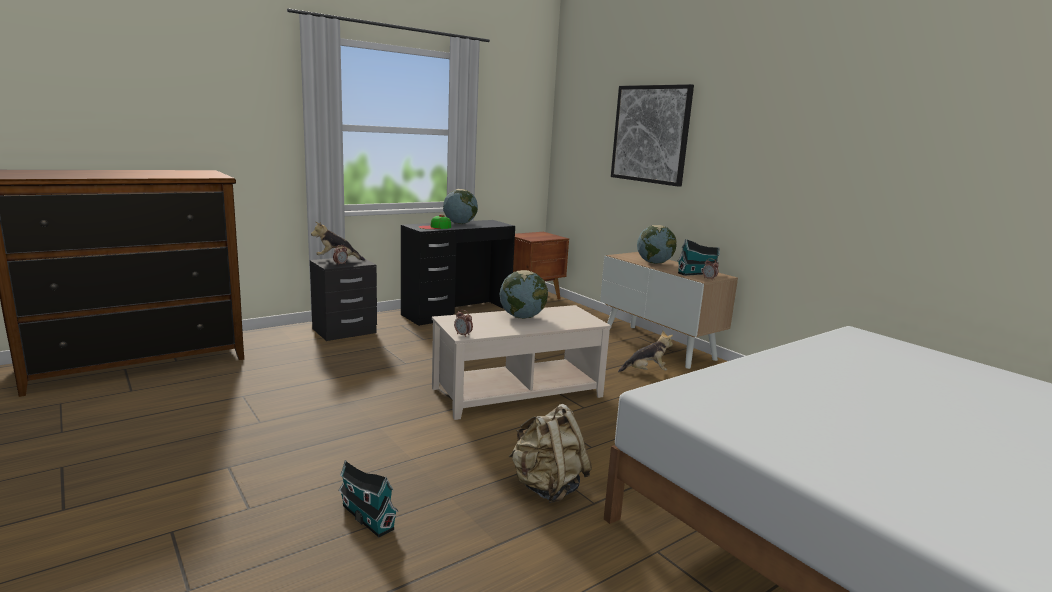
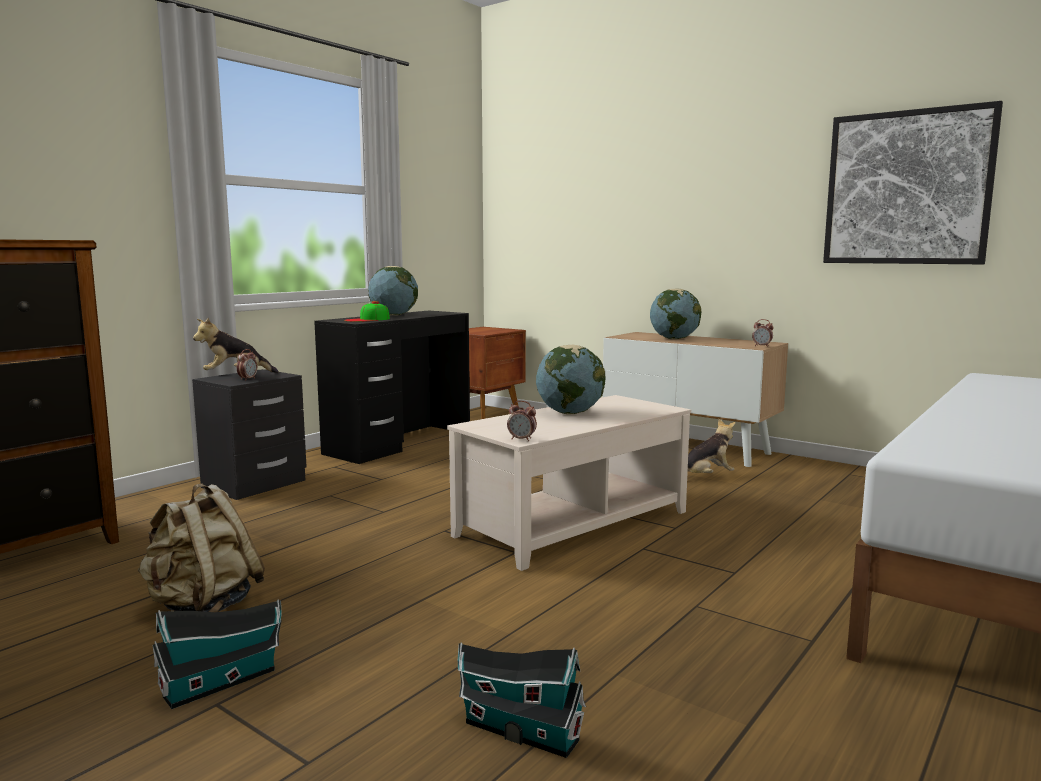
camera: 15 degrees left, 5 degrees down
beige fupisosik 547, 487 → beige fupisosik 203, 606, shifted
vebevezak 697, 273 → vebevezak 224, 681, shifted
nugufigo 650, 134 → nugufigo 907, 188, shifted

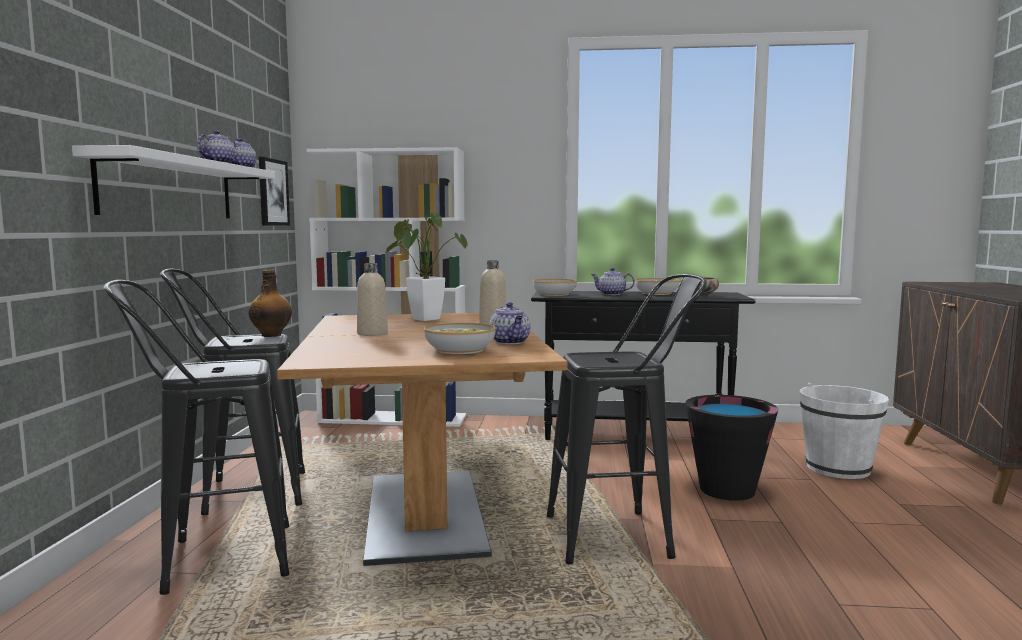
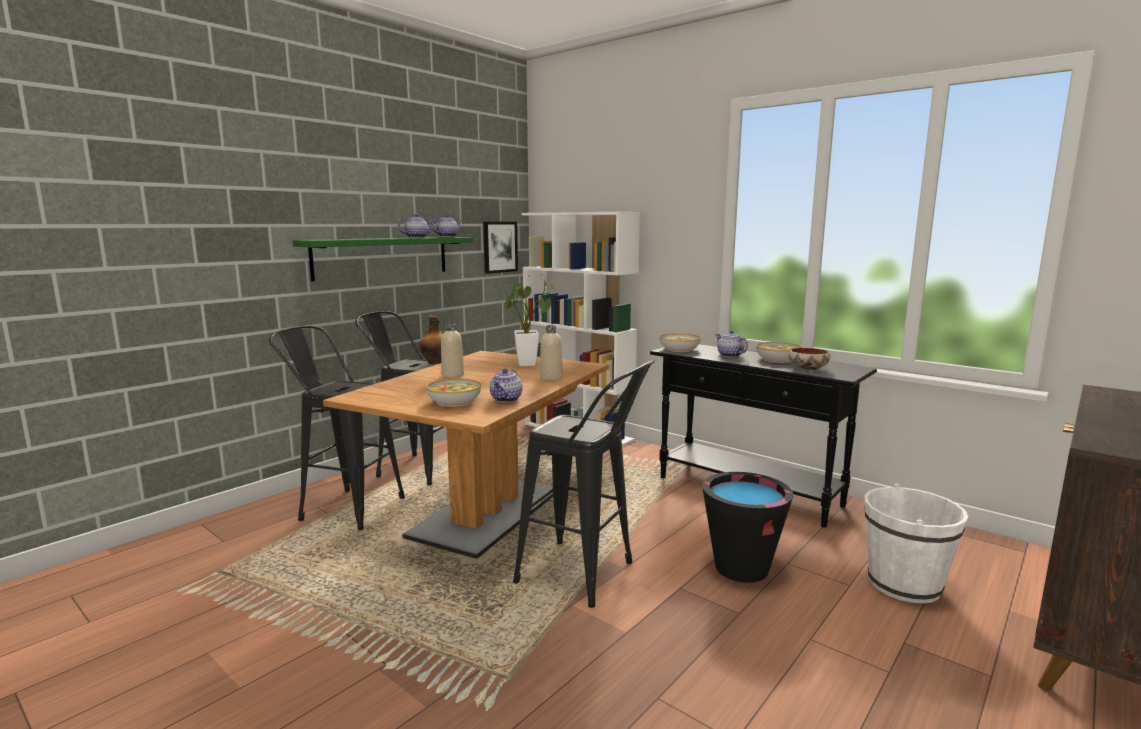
camera: 35 degrees right, 5 degrees up
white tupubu 170, 189 → green tupubu 382, 257

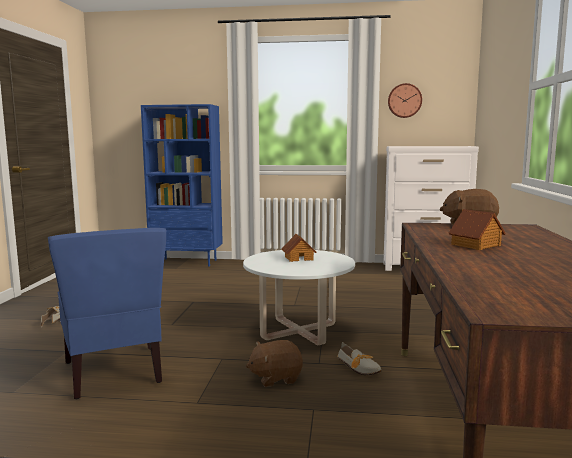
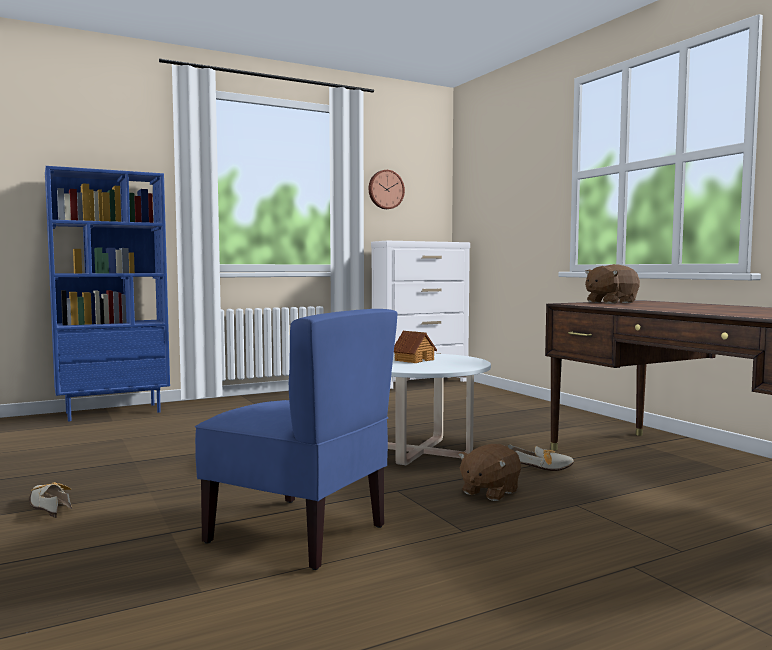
camera: 35 degrees left, 5 degrees down
vebevezak 476, 245 → -

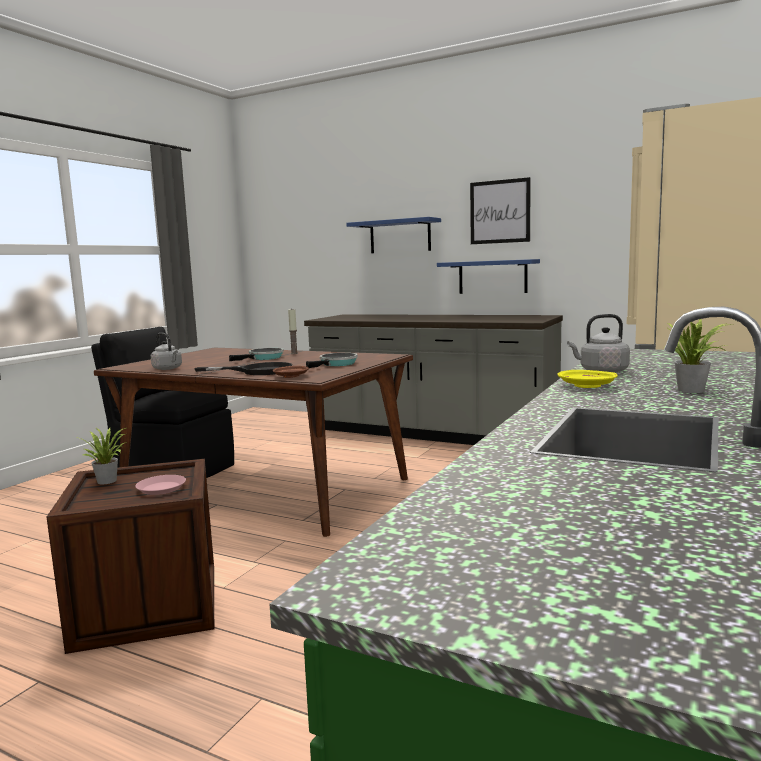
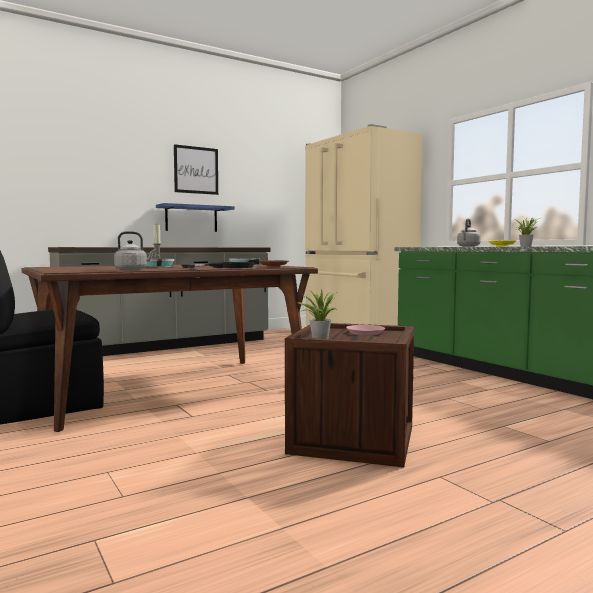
camera: 60 degrees left, 5 degrees down
blue tupubu 400, 236 → -

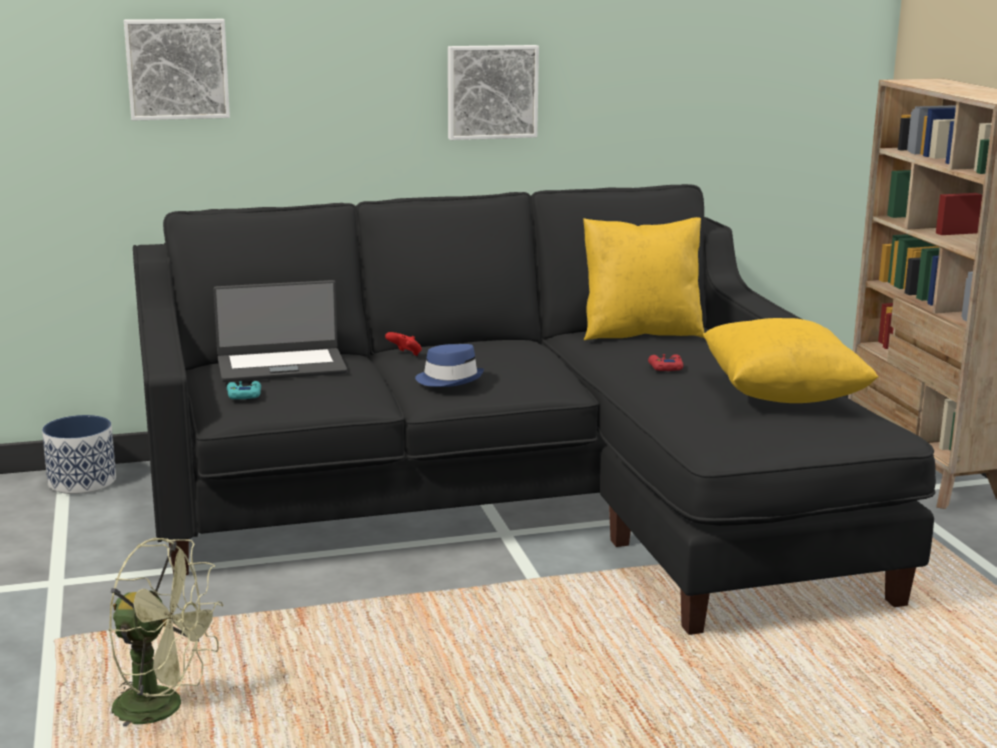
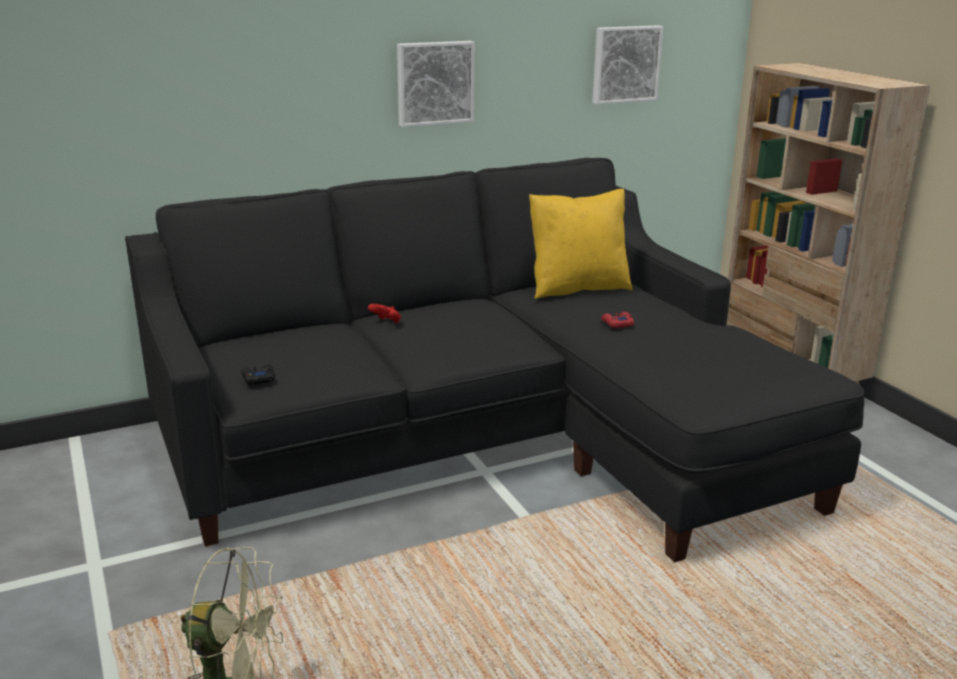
camera: 10 degrees left, 5 degrees up
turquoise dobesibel 244, 395 → black dobesibel 258, 379
nugufigo 177, 68 → nugufigo 625, 64, shifted
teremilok 82, 482 → -
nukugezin 281, 365 → -
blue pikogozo 449, 379 → -
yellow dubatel 782, 396 → -

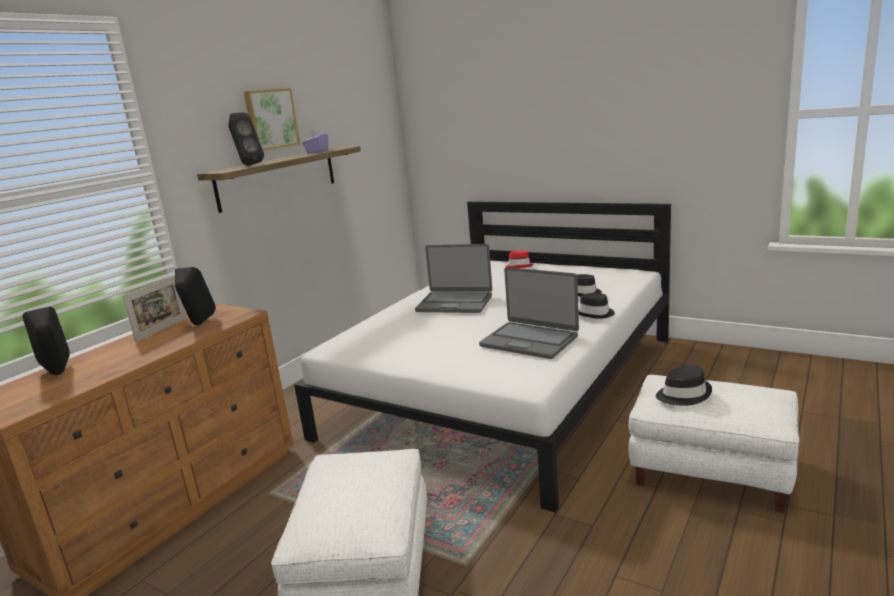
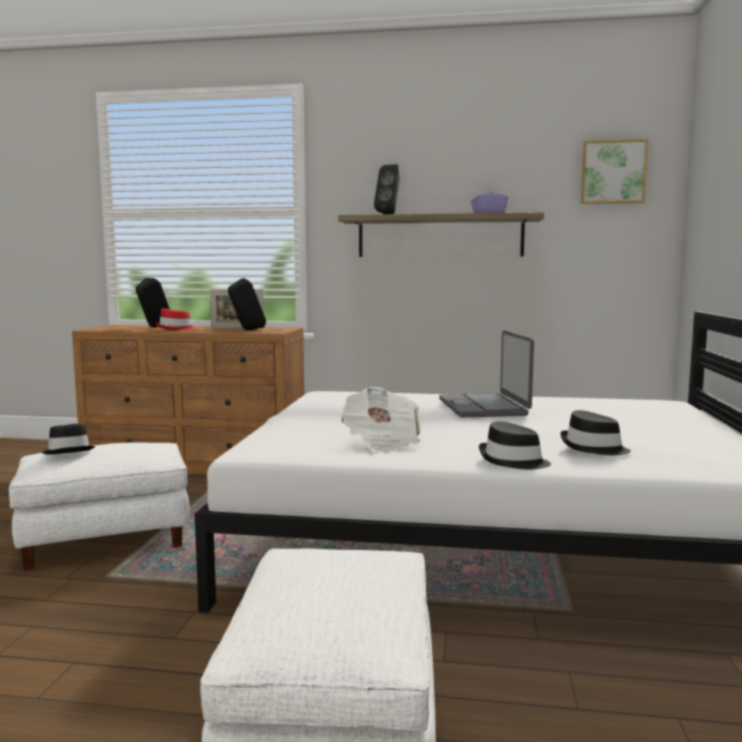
camera: 65 degrees right, 10 degrees down
black pikogozo 683, 394 → black pikogozo 69, 451, shifted
red pikogozo 519, 266 → red pikogozo 176, 329, shifted
nukugezin 529, 341 → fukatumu 381, 442
nugufigo 270, 119 → nugufigo 613, 172, shifted

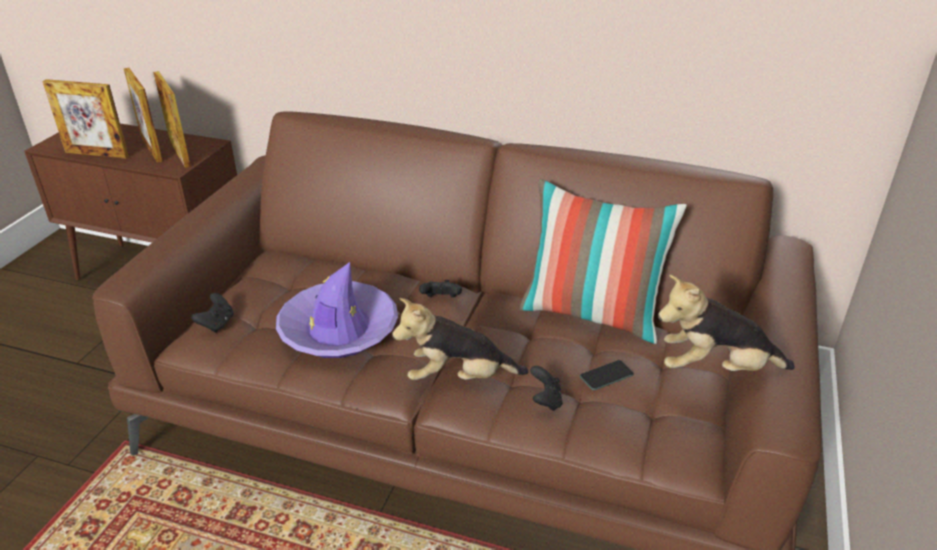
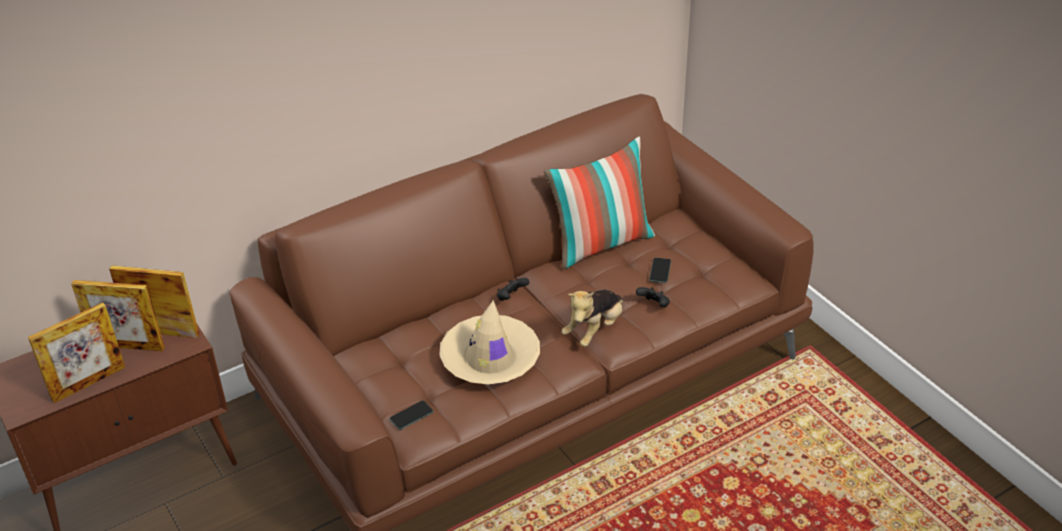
camera: 50 degrees left, 5 degrees up
black dobesibel 217, 324 → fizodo 411, 415
purple pikogozo 338, 330 → beige pikogozo 490, 359
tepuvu 715, 369 → -

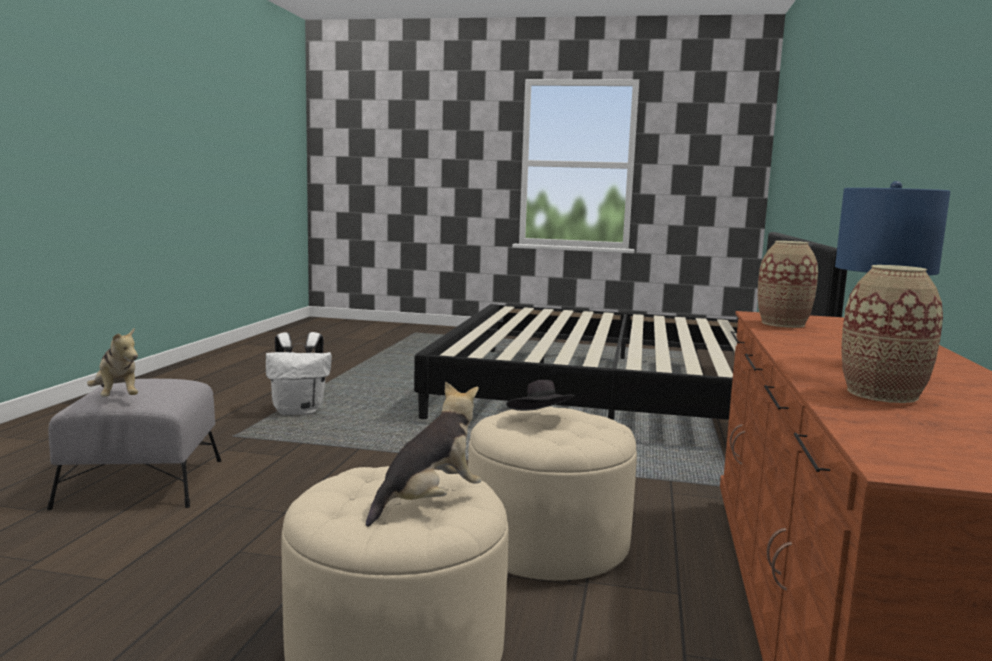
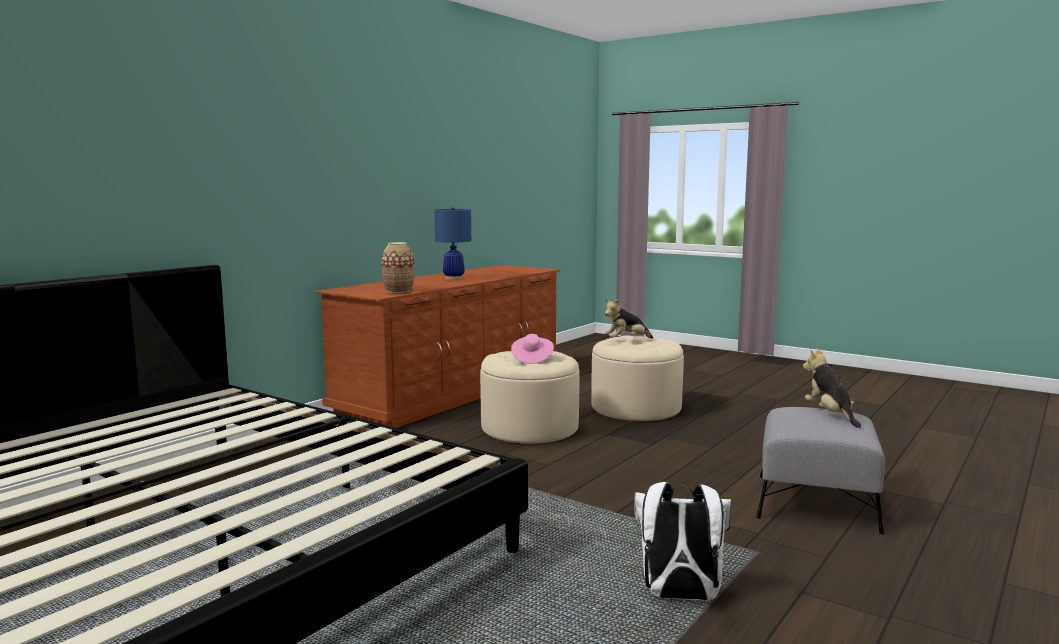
camera: 155 degrees left, 0 degrees up
black pikogozo 541, 418 → pink pikogozo 532, 359
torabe 882, 394 → -

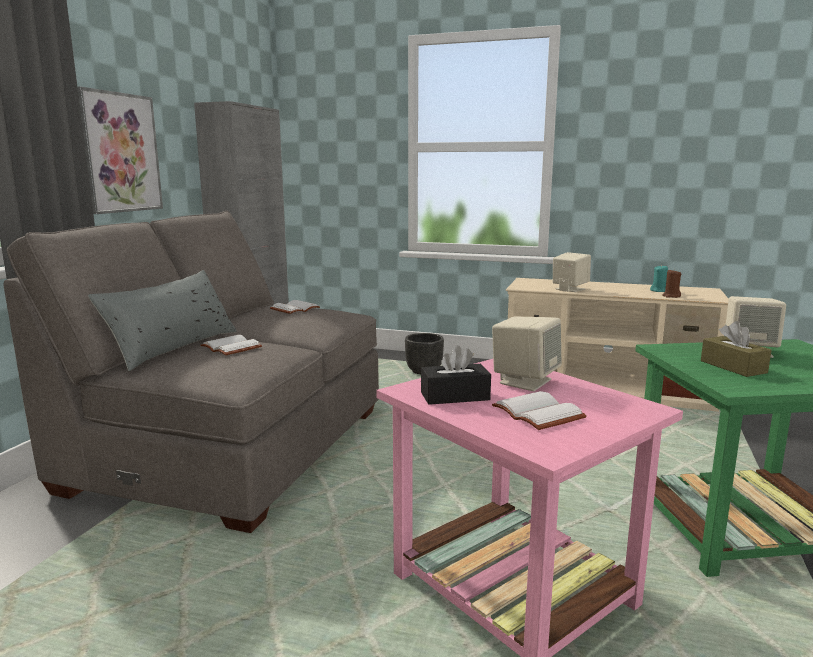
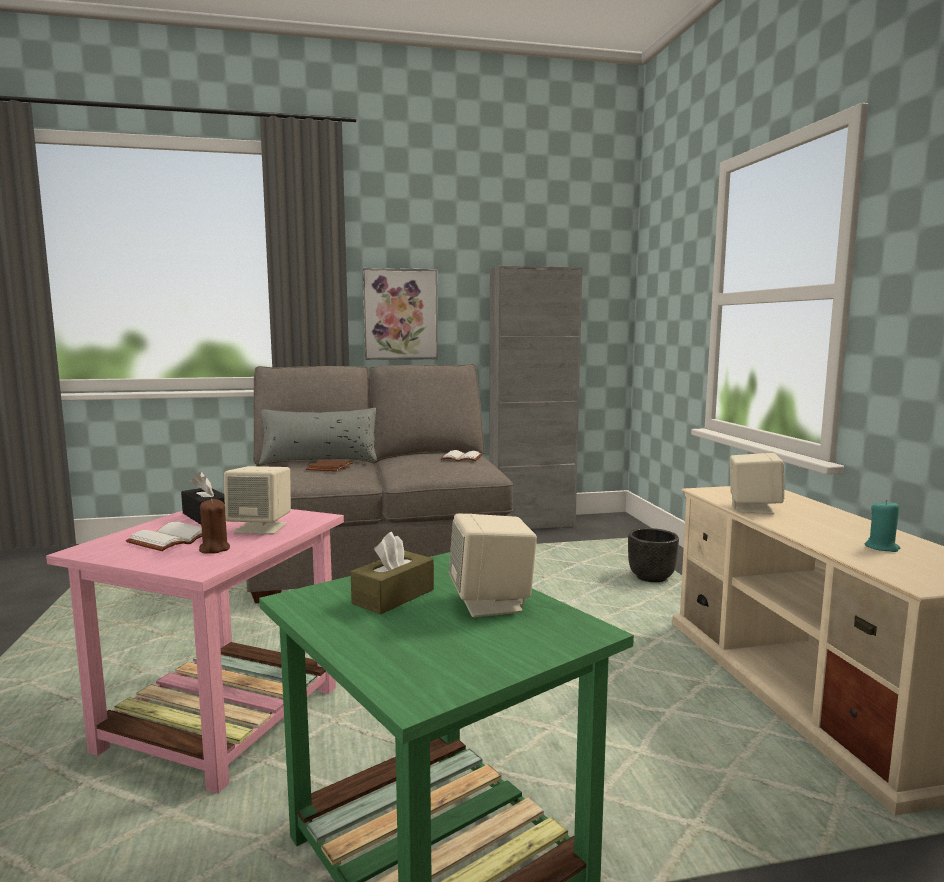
camera: 60 degrees right, 5 degrees down
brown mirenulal 671, 296 → brown mirenulal 214, 549, shifted
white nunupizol 229, 348 → brown nunupizol 329, 467

